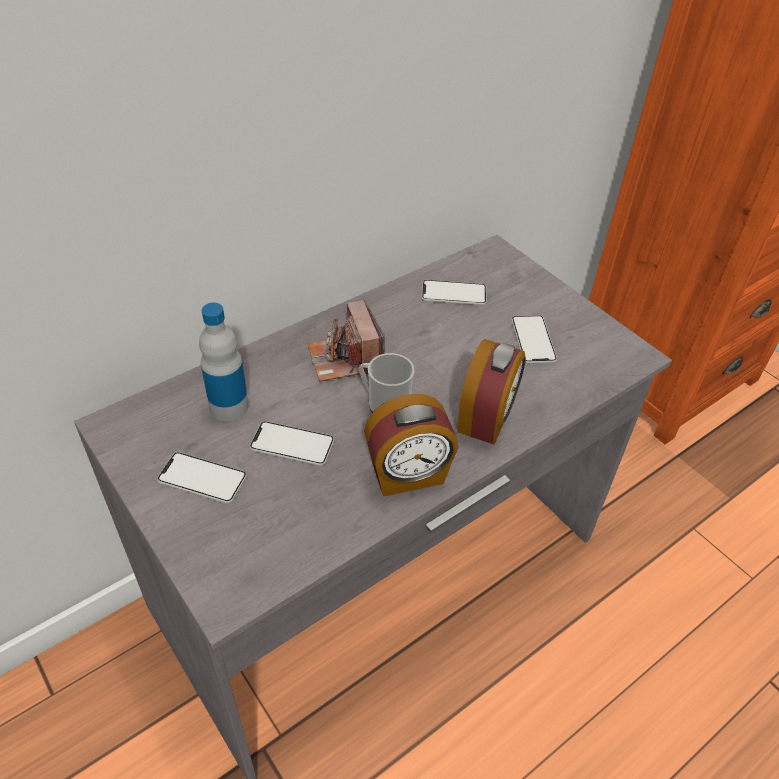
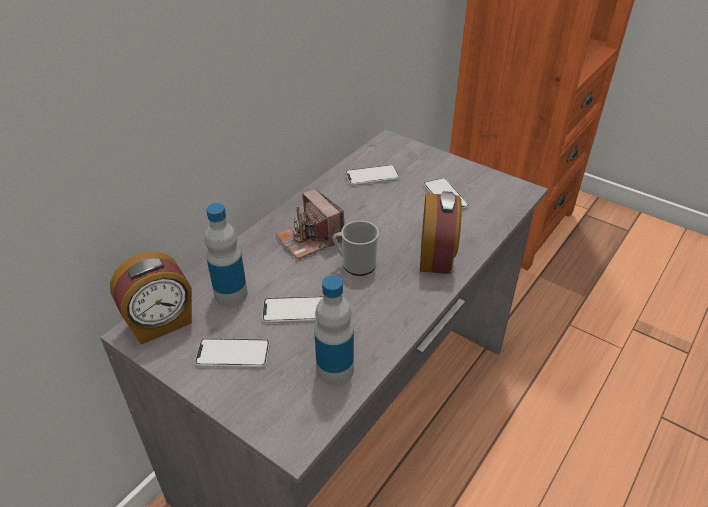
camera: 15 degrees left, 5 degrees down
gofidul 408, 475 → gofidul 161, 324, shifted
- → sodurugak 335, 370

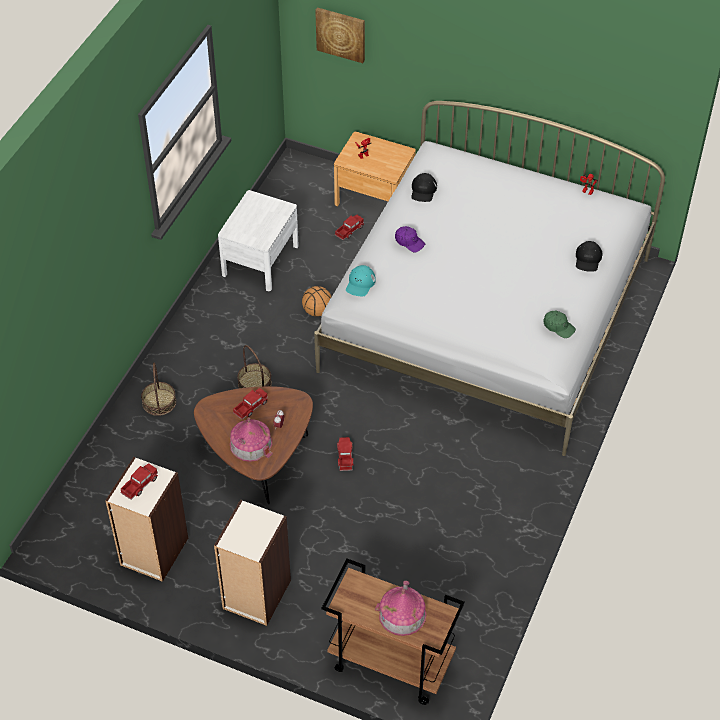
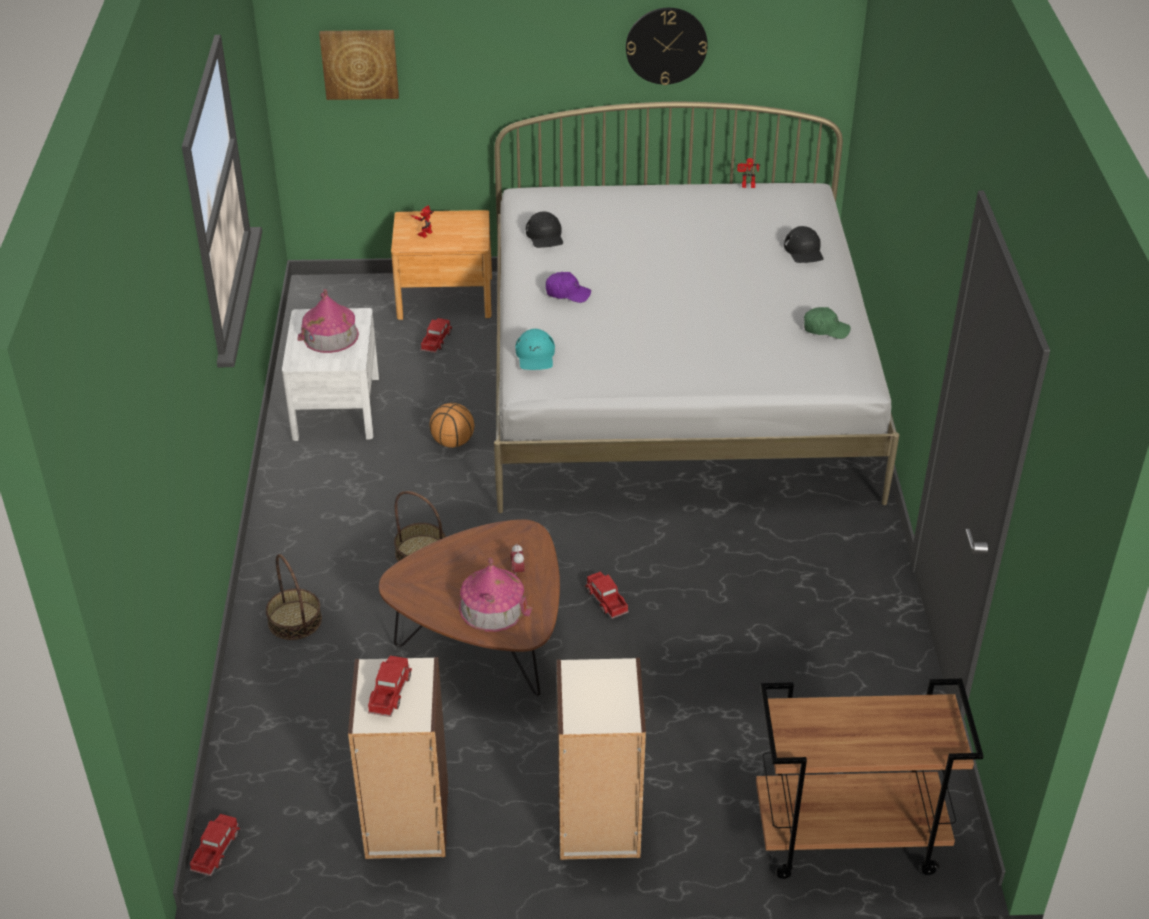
camera: 25 degrees left, 10 degrees down
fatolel 251, 407 → fatolel 216, 850, shifted
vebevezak 402, 614 → vebevezak 330, 335, shifted
- → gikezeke 666, 45

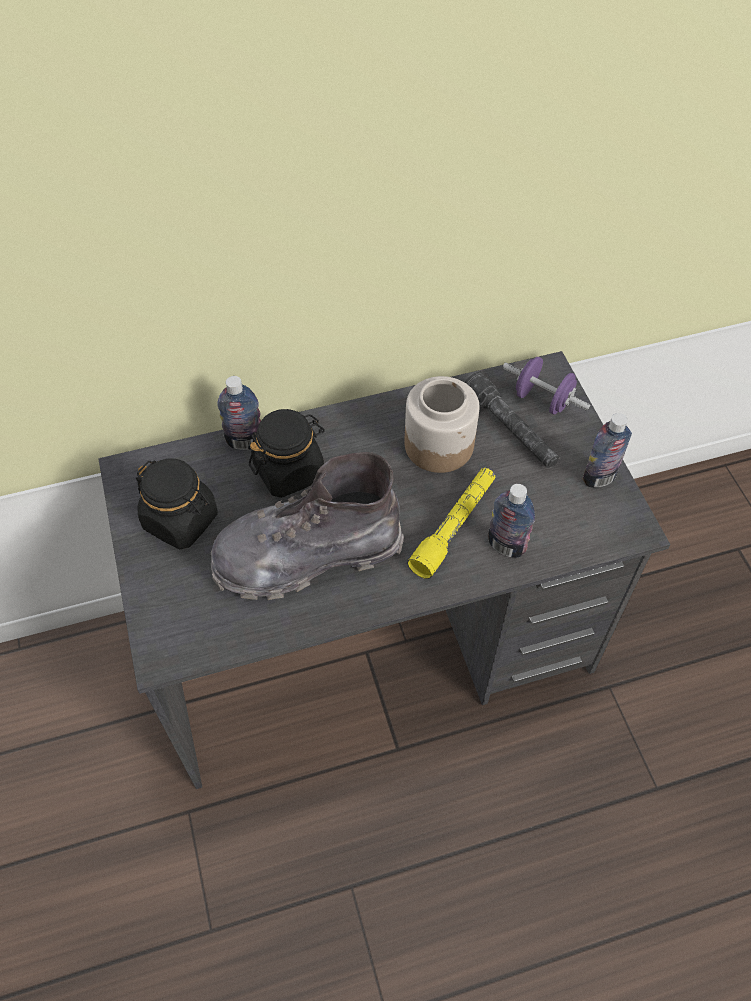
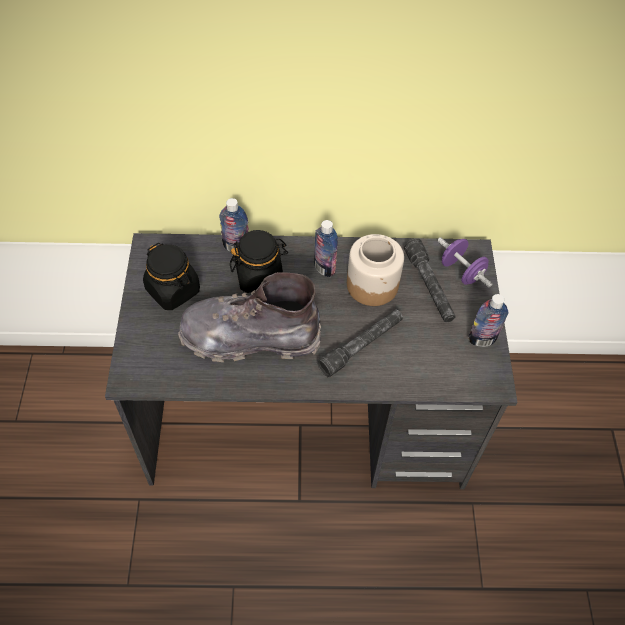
camera: 15 degrees right, 0 degrees up
sodurugak 506, 546 → sodurugak 324, 268, shifted
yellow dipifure 454, 526 → grey dipifure 361, 346

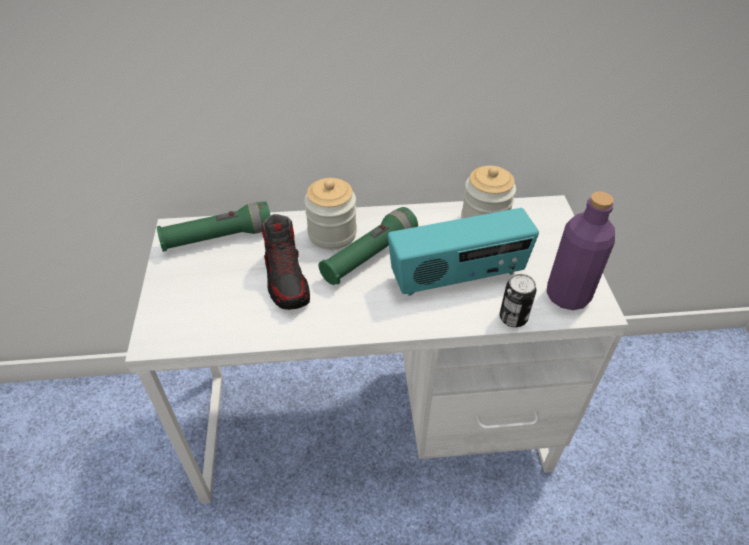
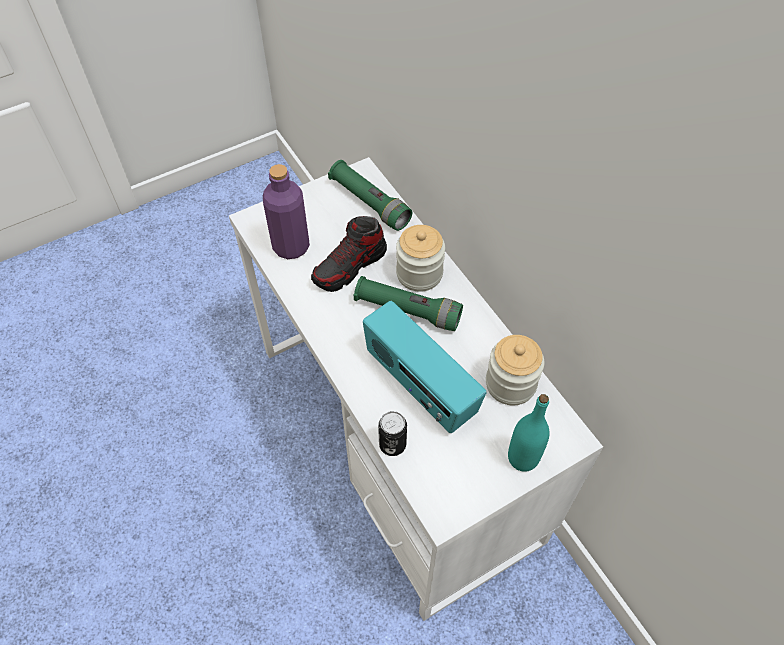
camera: 65 degrees right, 10 degrees up
purple sodurugak 567, 295 → purple sodurugak 291, 246, shifted
- → turquoise sodurugak 523, 458

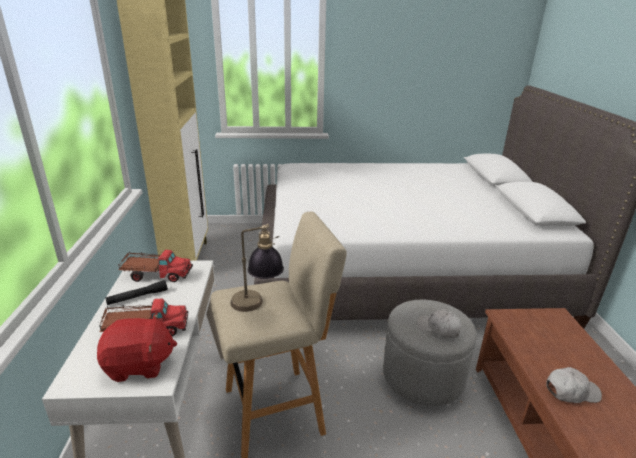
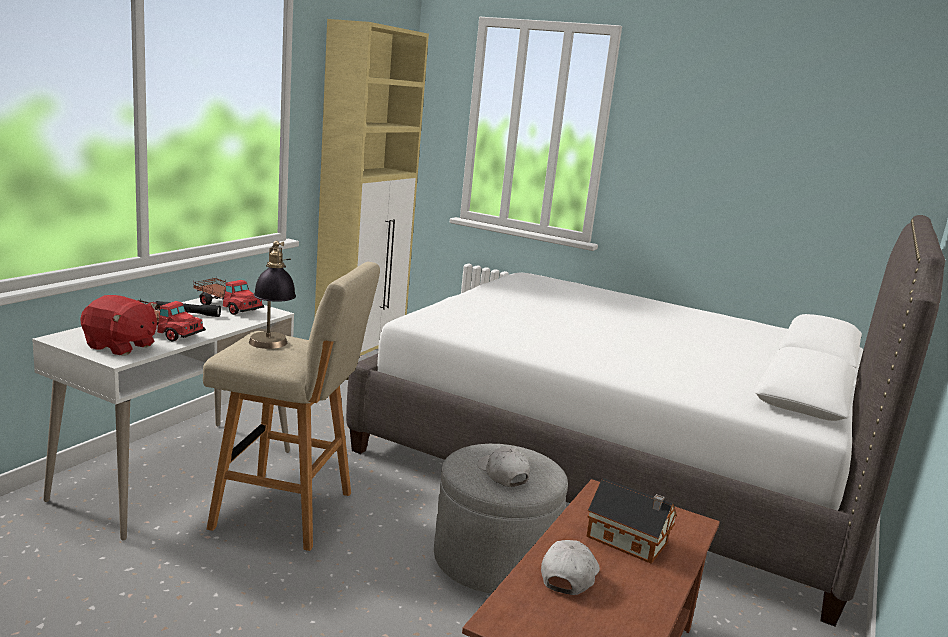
camera: 30 degrees right, 10 degrees down
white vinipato 571, 391 → white vinipato 569, 575, 90 degrees counterclockwise
- → vebevezak 629, 541

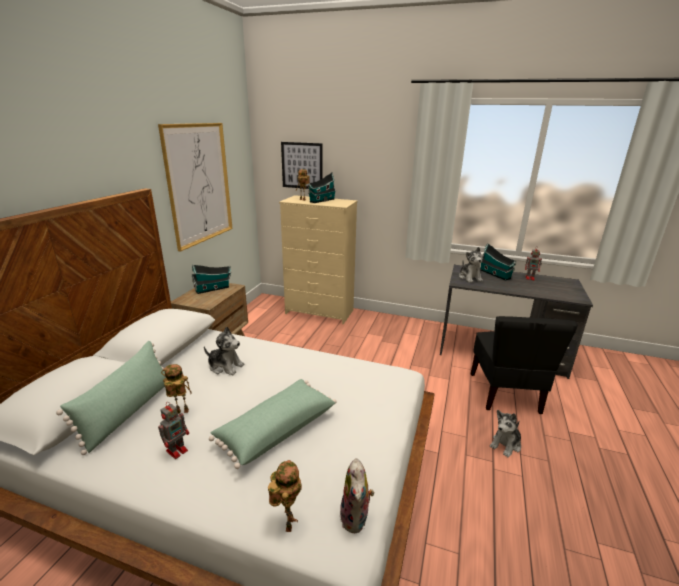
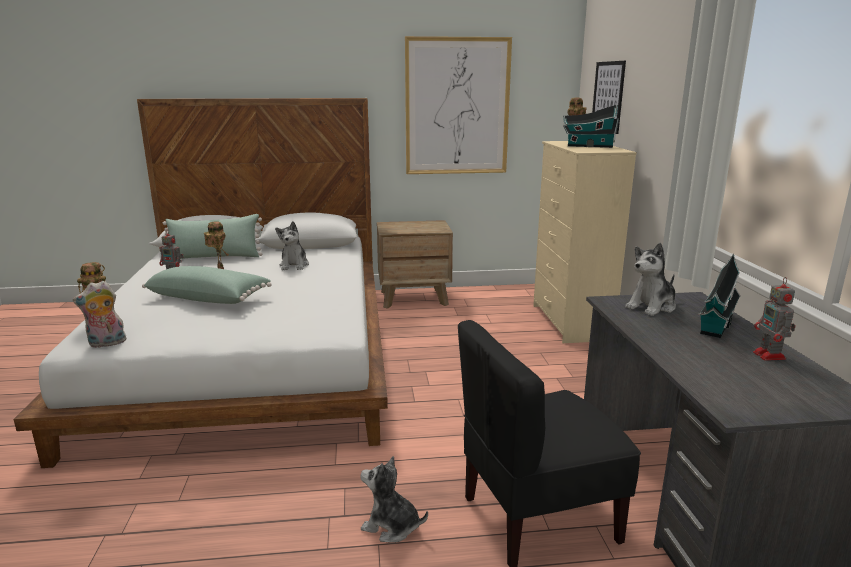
camera: 65 degrees right, 5 degrees down
vebevezak 213, 289 → -

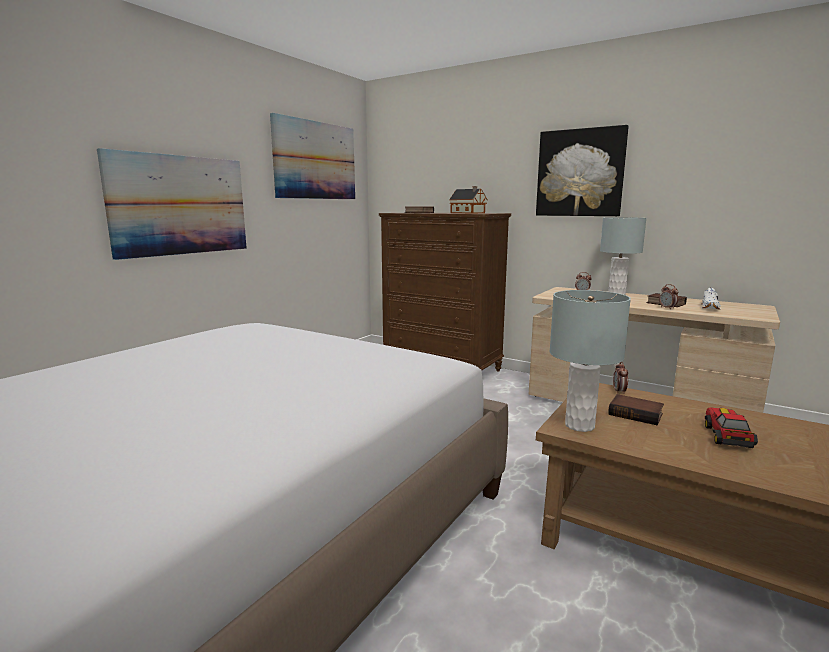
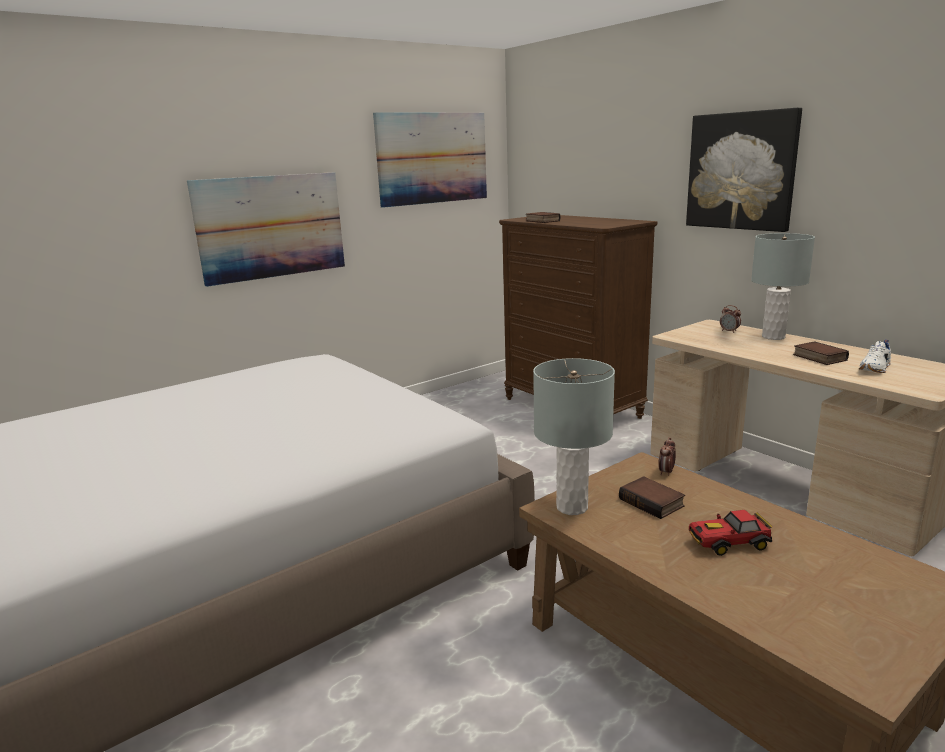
camera: 20 degrees right, 5 degrees up
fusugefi 726, 436 → fusugefi 728, 543, 135 degrees counterclockwise
vebevezak 468, 213 → -
gofidul 667, 308 → -

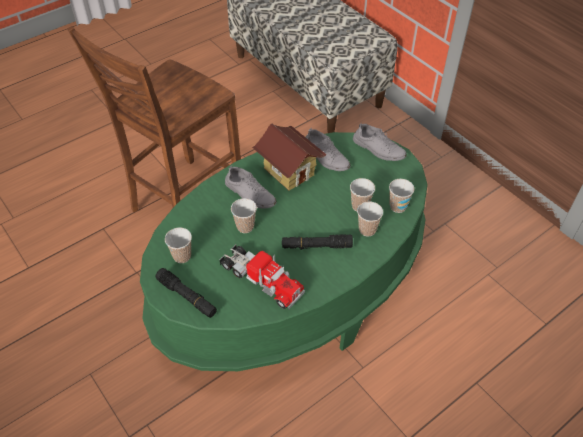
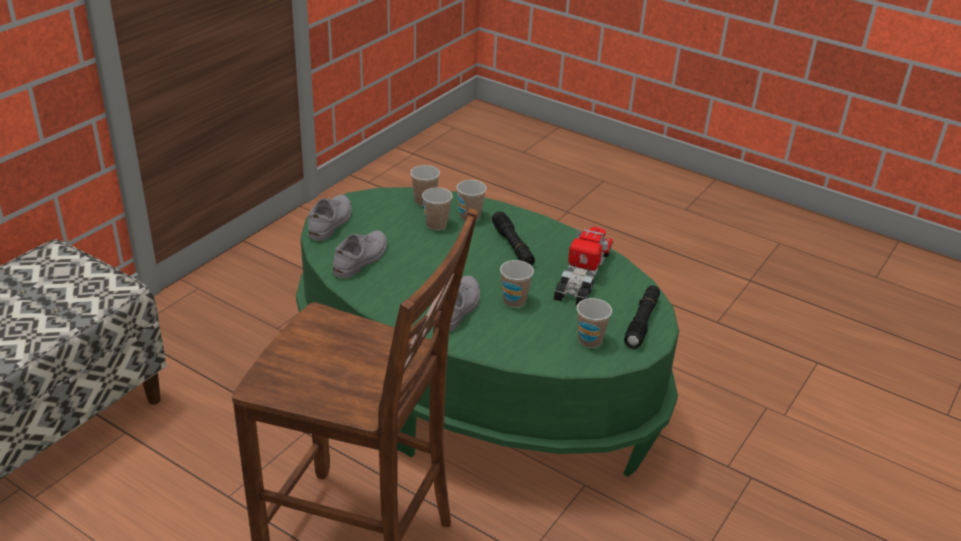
camera: 110 degrees left, 15 degrees down
vebevezak 289, 171 → -

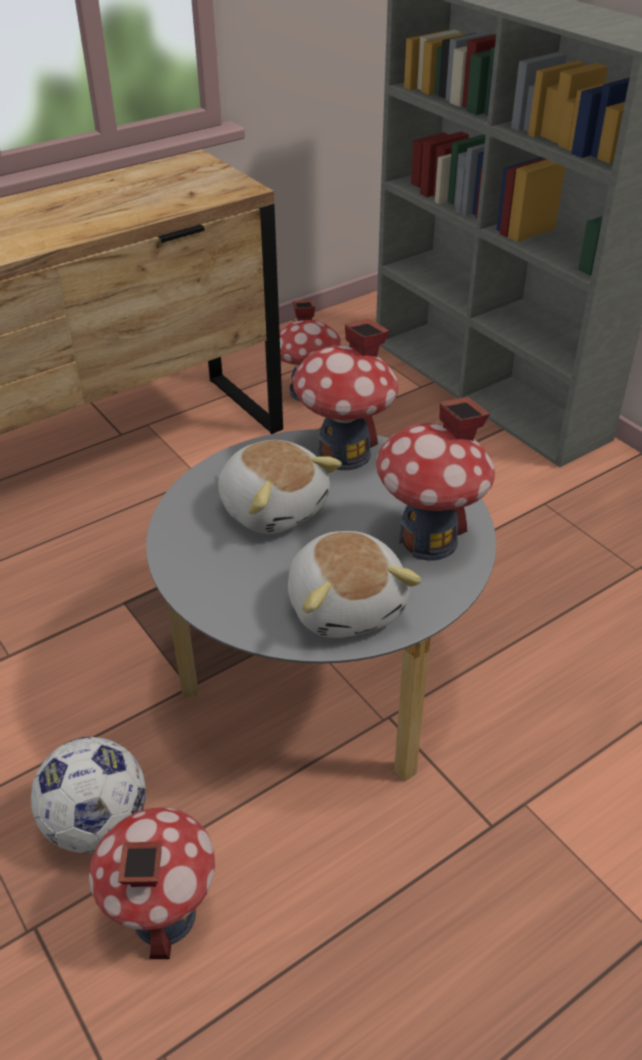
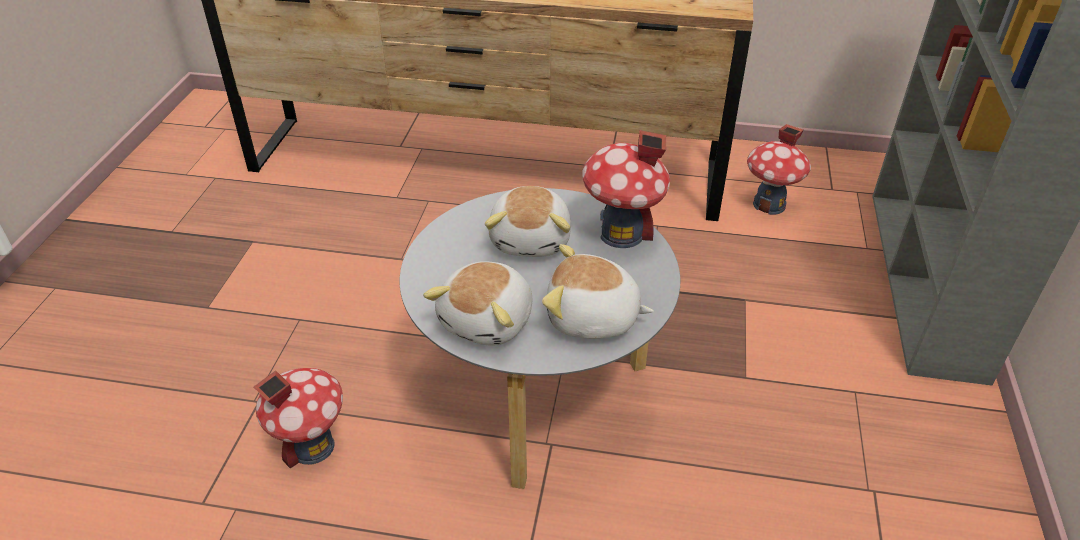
camera: 45 degrees right, 0 degrees up
vebevezak 428, 540 → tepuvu 592, 318
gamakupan 98, 825 → -

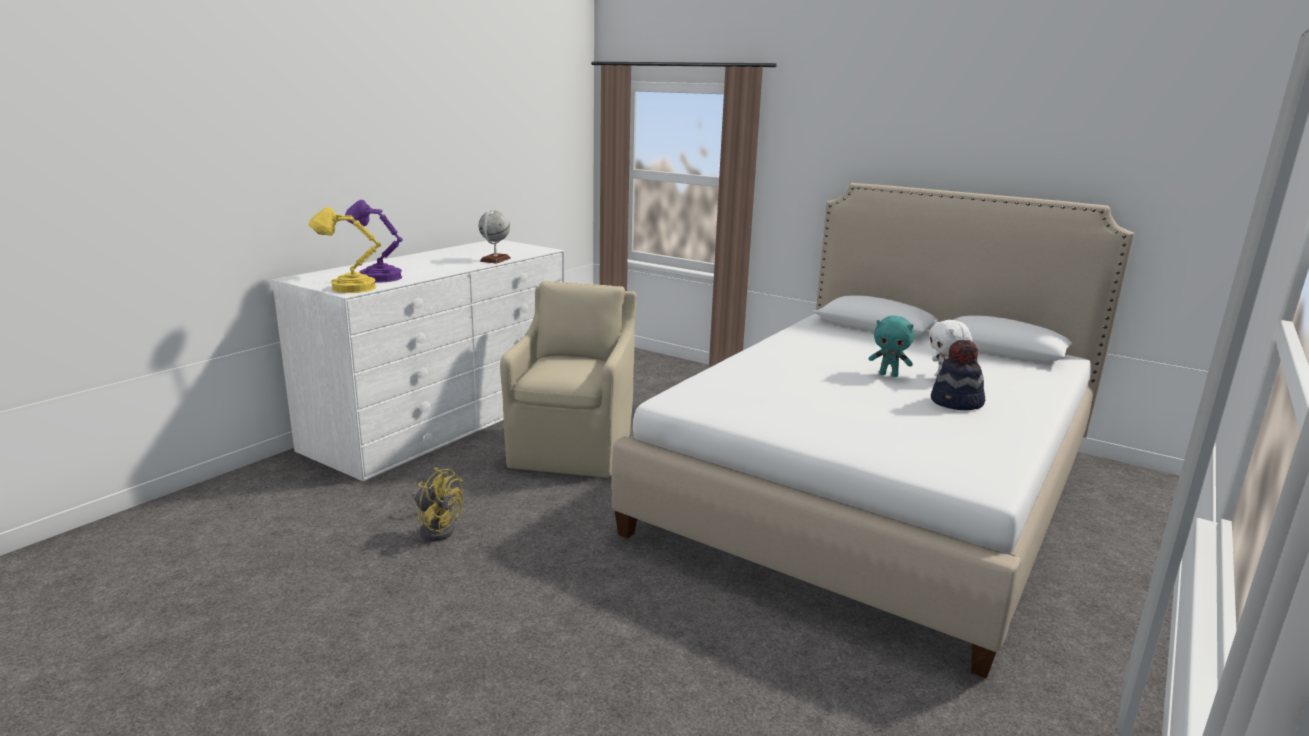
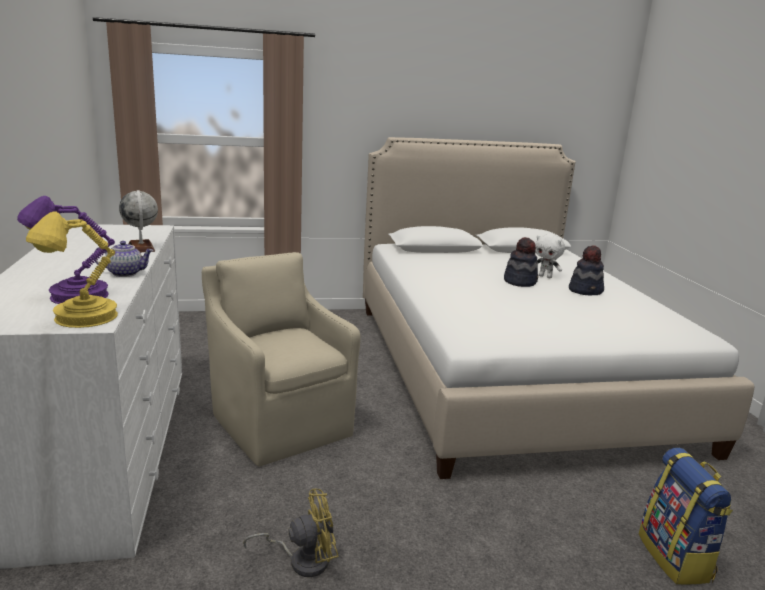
camera: 45 degrees left, 0 degrees up
- → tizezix 126, 273
turquoise tepuvu 889, 374 → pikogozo 520, 282
- → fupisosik 676, 558

